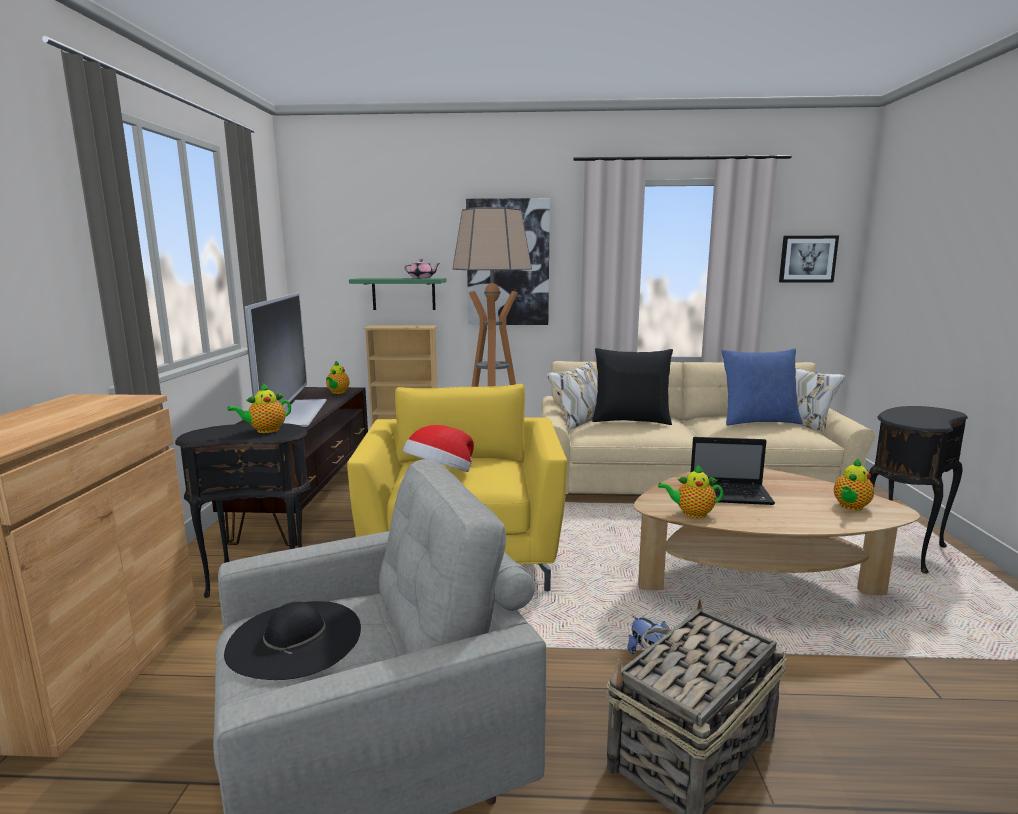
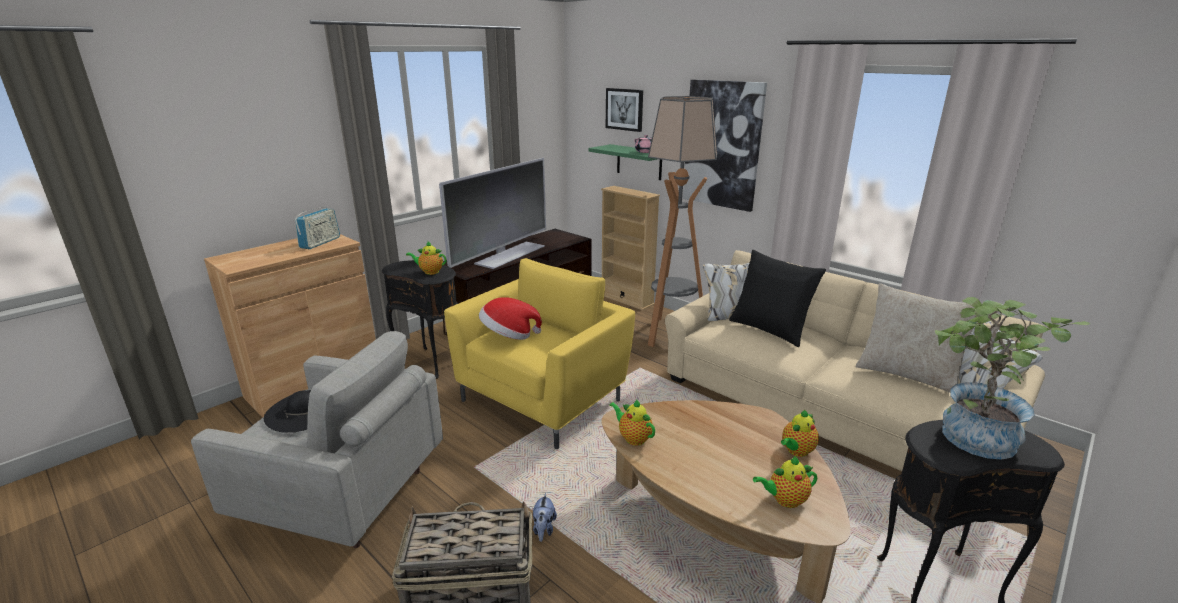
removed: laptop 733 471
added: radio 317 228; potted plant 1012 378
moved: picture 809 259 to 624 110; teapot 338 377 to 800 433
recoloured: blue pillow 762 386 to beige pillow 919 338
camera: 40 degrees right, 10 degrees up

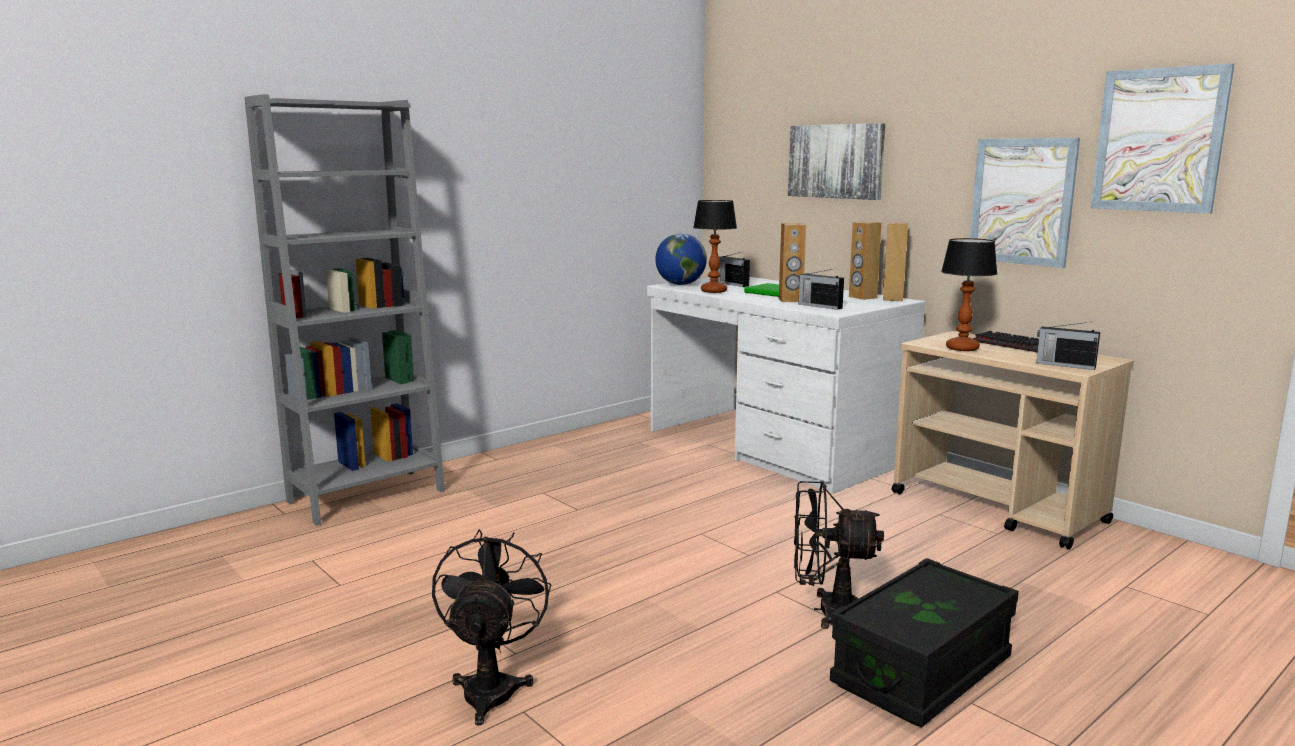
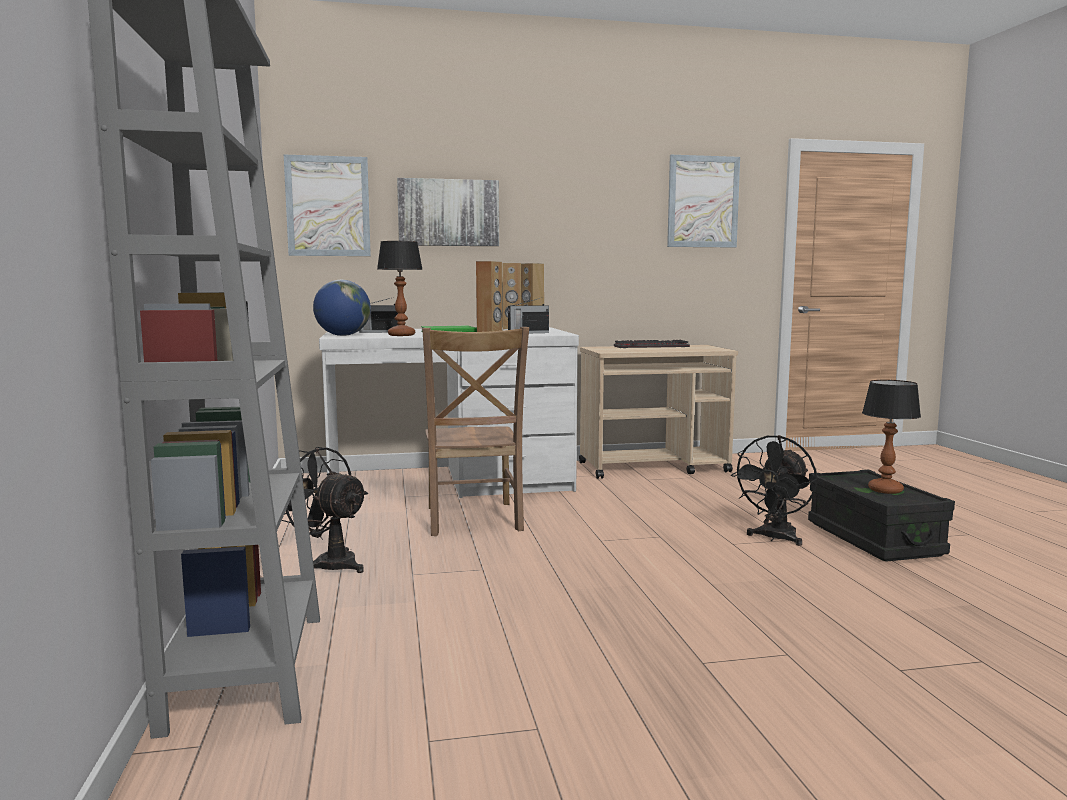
removed: radio 1068 346
added: brown chair 475 431
moved: black fan 491 627 to 325 510; picture 1025 203 to 327 205; table lamp 969 294 to 891 437
camera: 60 degrees left, 5 degrees down

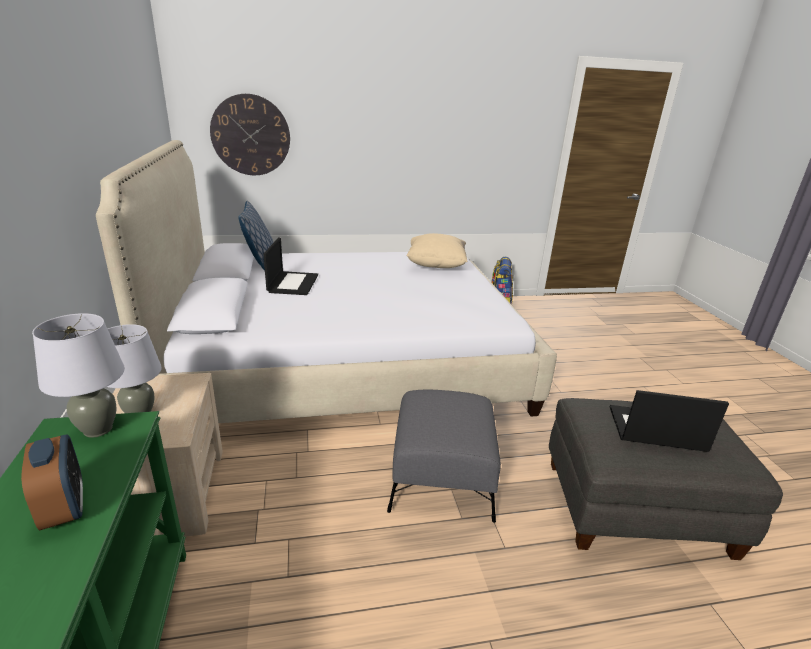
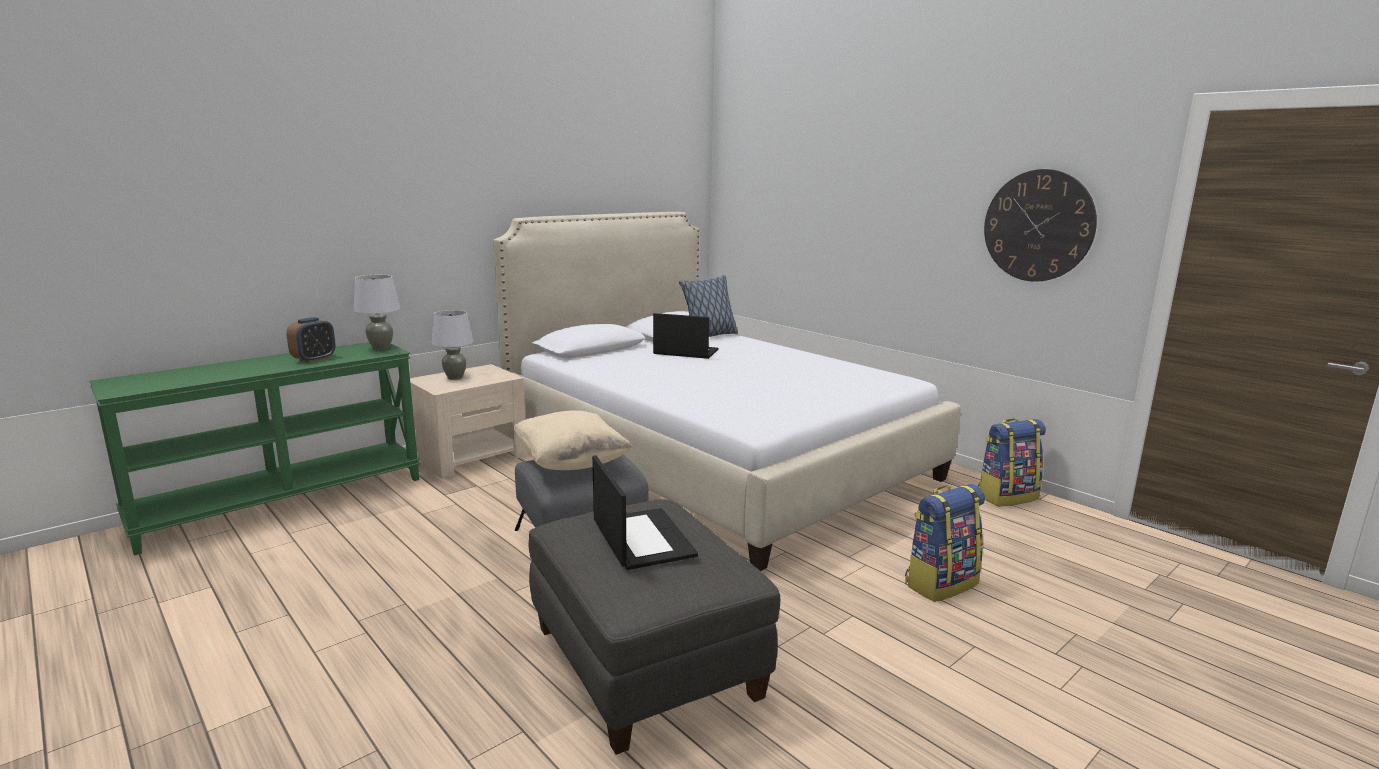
added: backpack 945 543
moved: beige pillow 437 250 to 573 440; wall clock 250 134 to 1040 225
turned: laptop 290 266 = 685 336 135 degrees counterclockwise
camera: 60 degrees right, 10 degrees down

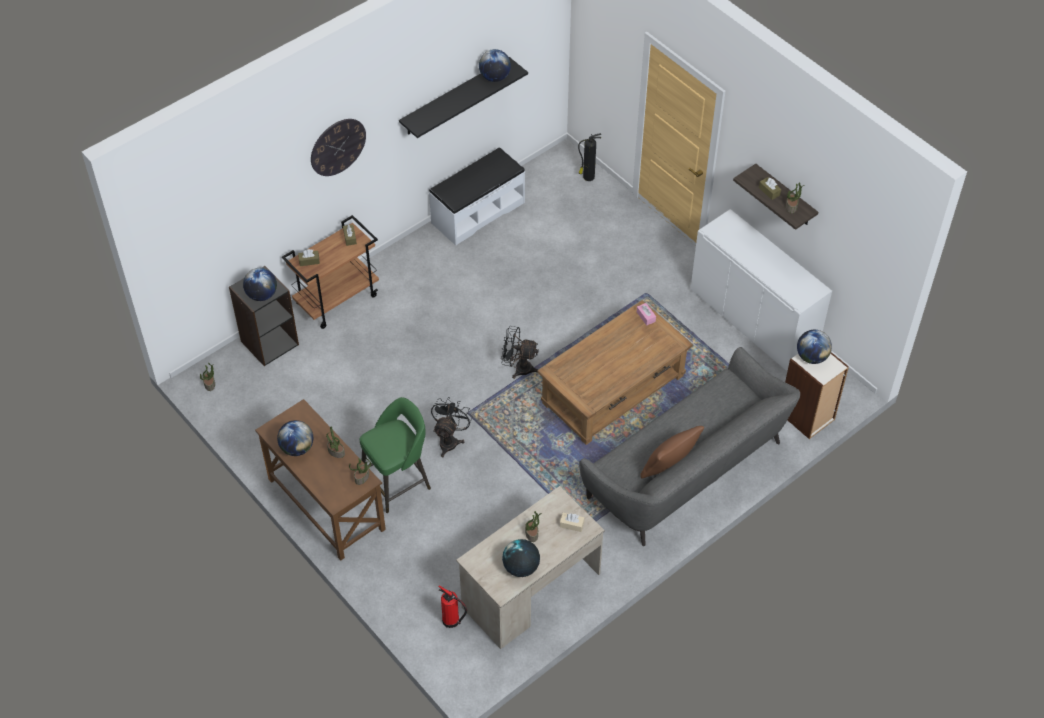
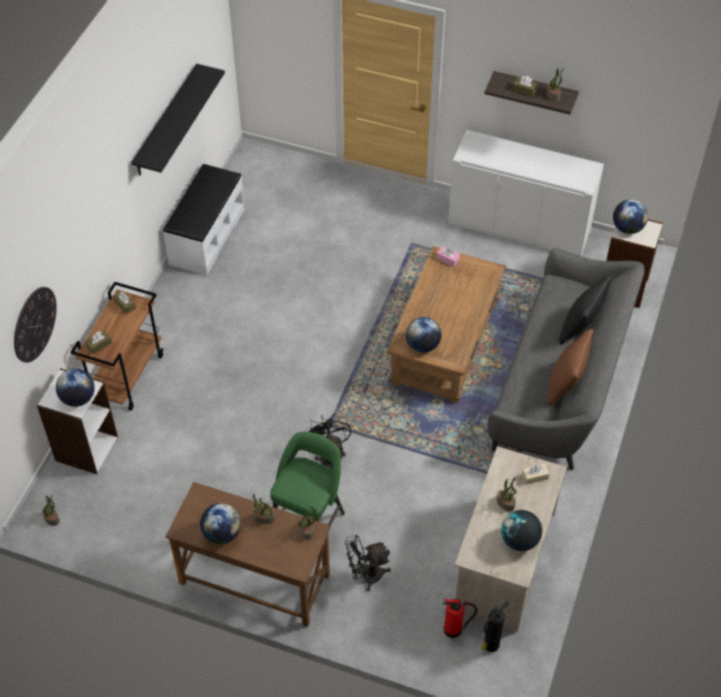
added: black pillow 585 310
moved: wall clock 338 147 to 35 325; black fan 520 352 to 368 563; globe 495 65 to 423 335; fire extinguisher 589 157 to 495 626
recoloured: black bookcase 264 316 to white bookcase 77 421
camera: 30 degrees left, 0 degrees up

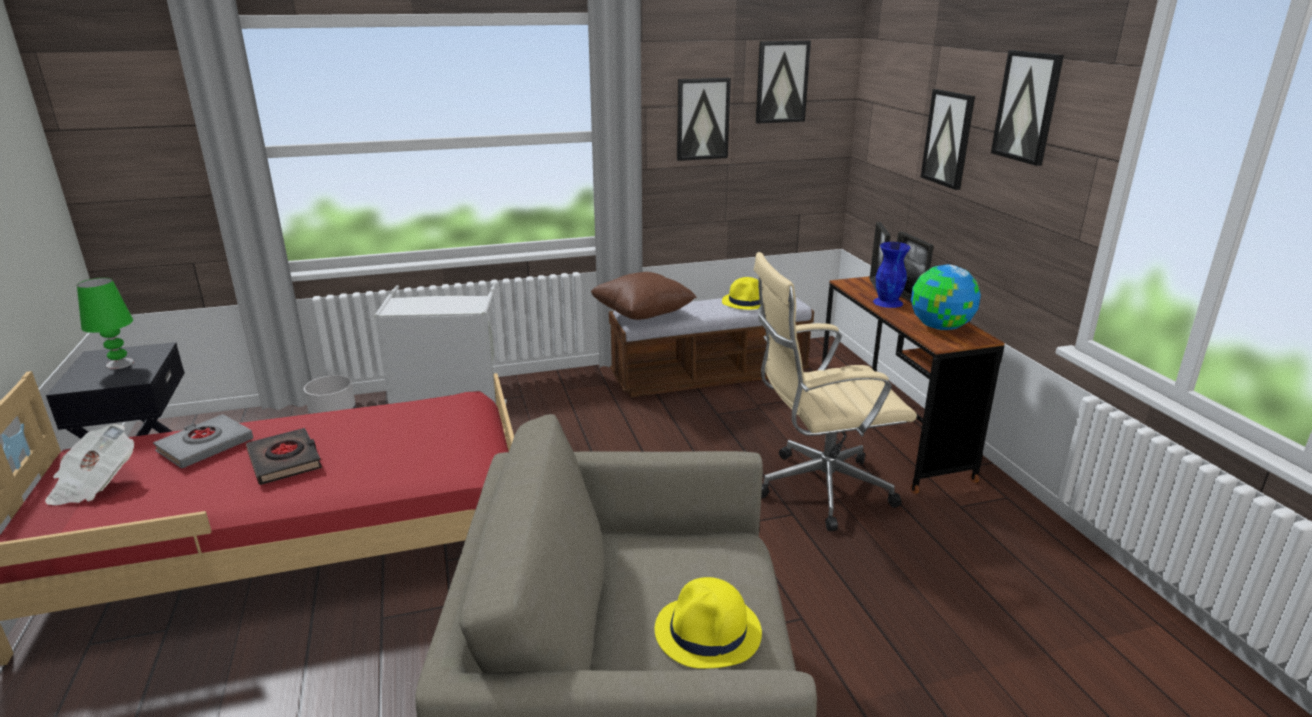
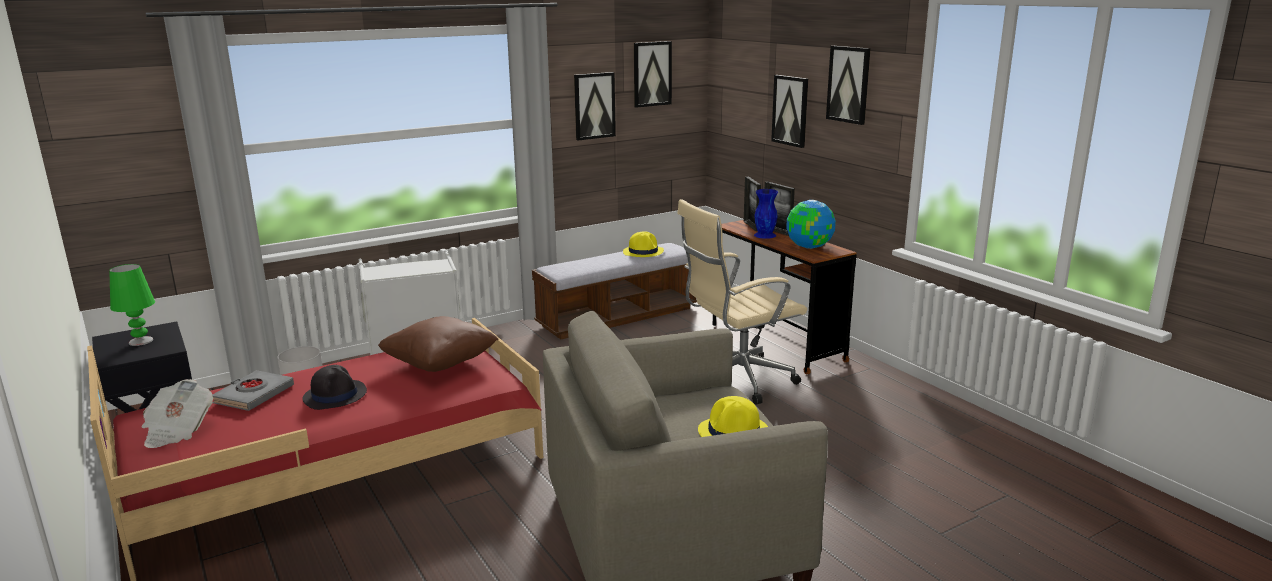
moved: brown pillow 644 296 to 438 344
replaced: black book 284 456 to black hat 335 387
camera: 15 degrees left, 5 degrees down

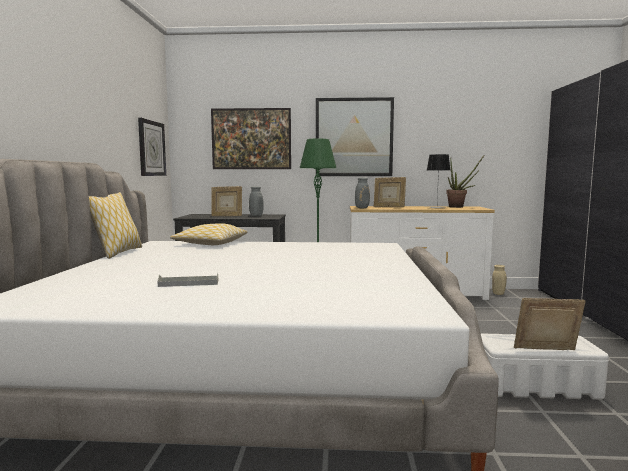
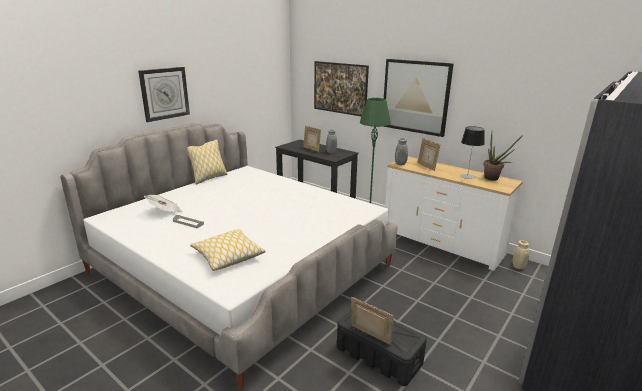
added: newspaper 163 203
moved: wall clock 152 147 to 164 94; pillow 209 234 to 228 250
recoloured: white storage box 545 367 to black storage box 382 348
camera: 35 degrees right, 15 degrees up

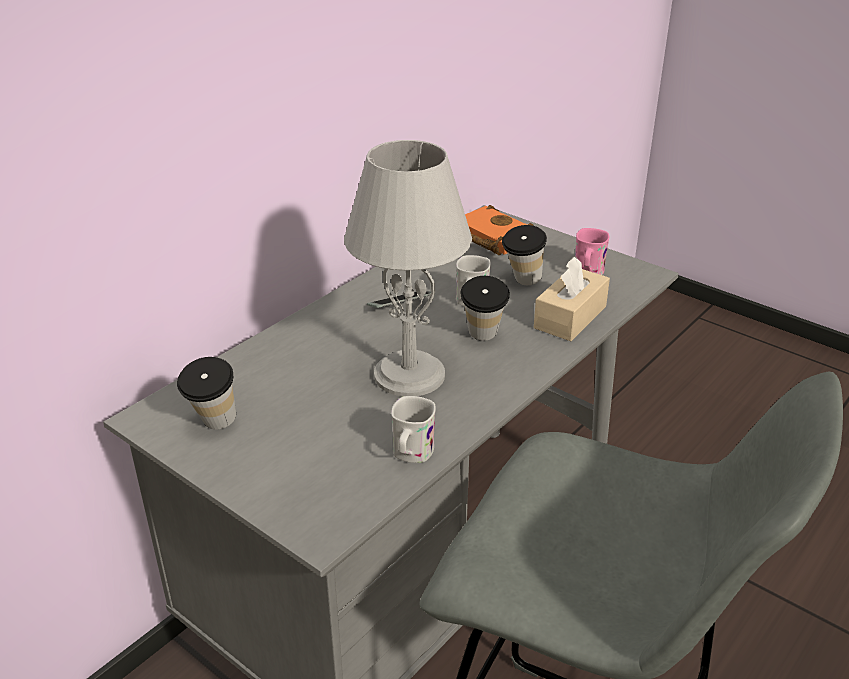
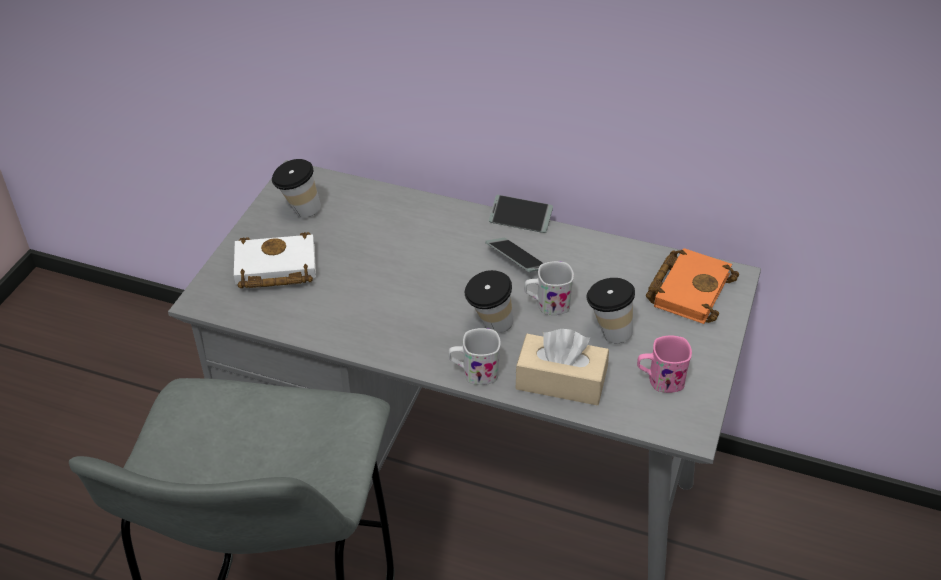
removed: grey table lamp 408 268
added: white book 275 260; phone 521 214
moved: white mug 413 429 to 475 356
camera: 70 degrees right, 10 degrees up

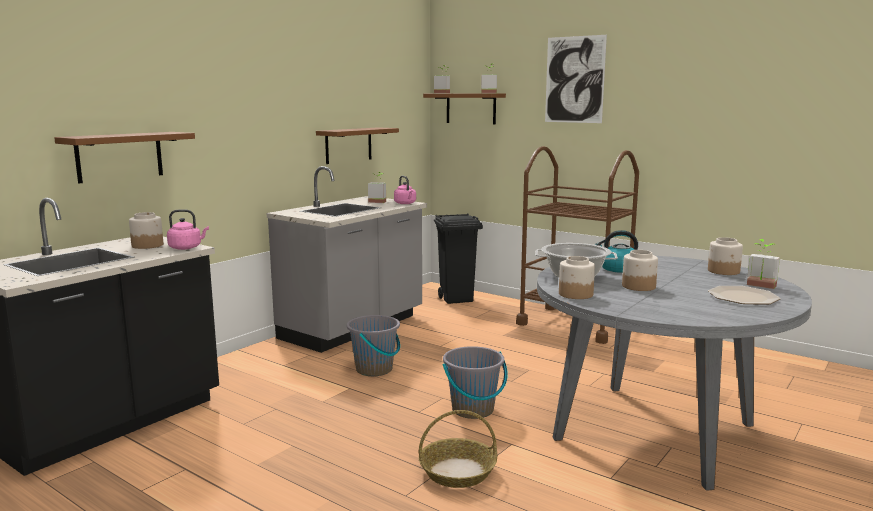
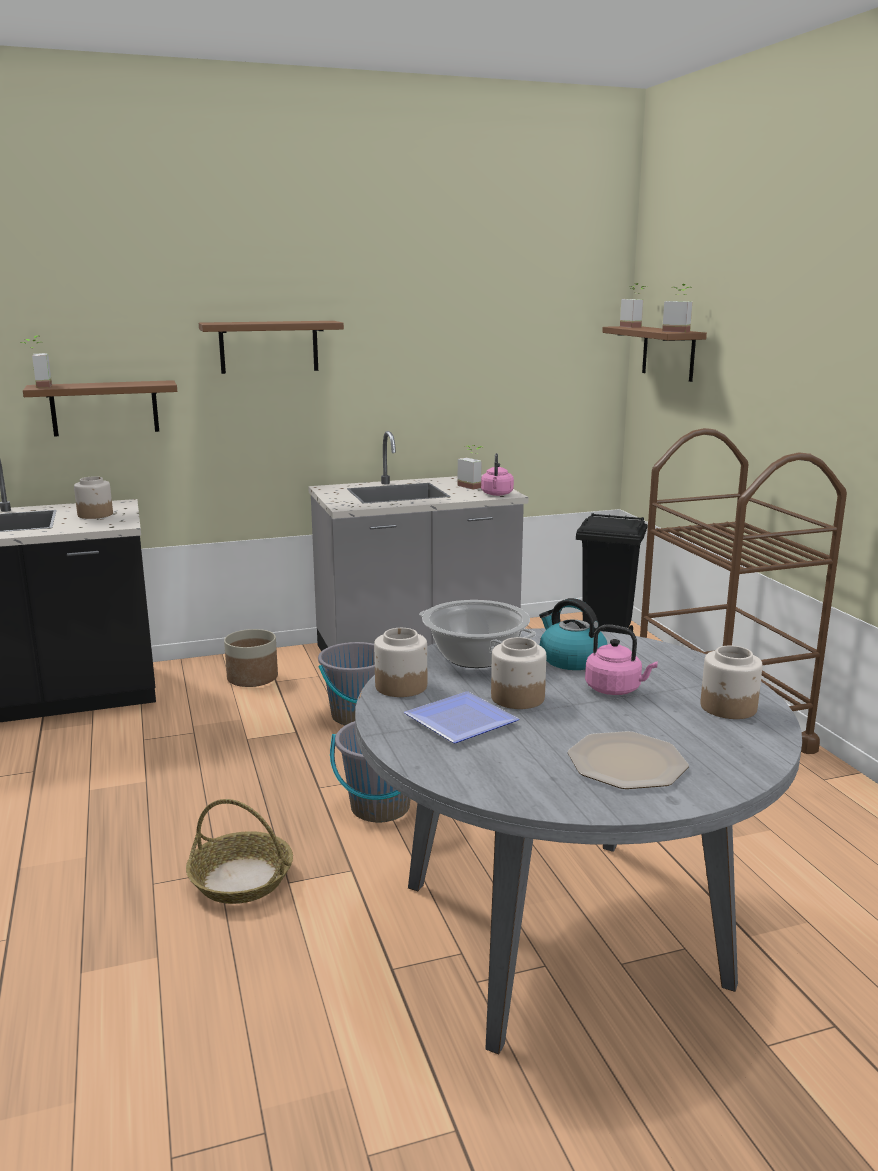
removed: picture 576 79
added: planter 251 658; plate 461 717
moved: potted plant 763 264 to 36 362; brown shelf 357 145 to 271 347; pink kettle 188 229 to 621 659
camera: 35 degrees right, 5 degrees up

